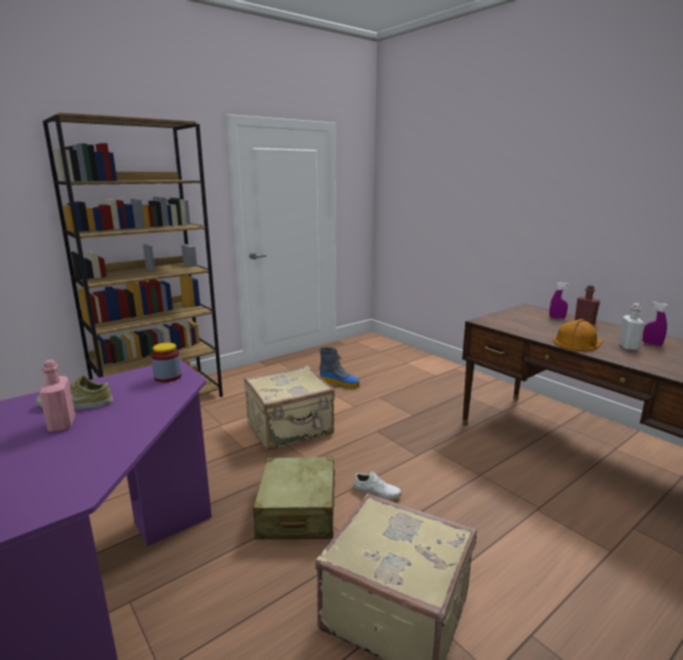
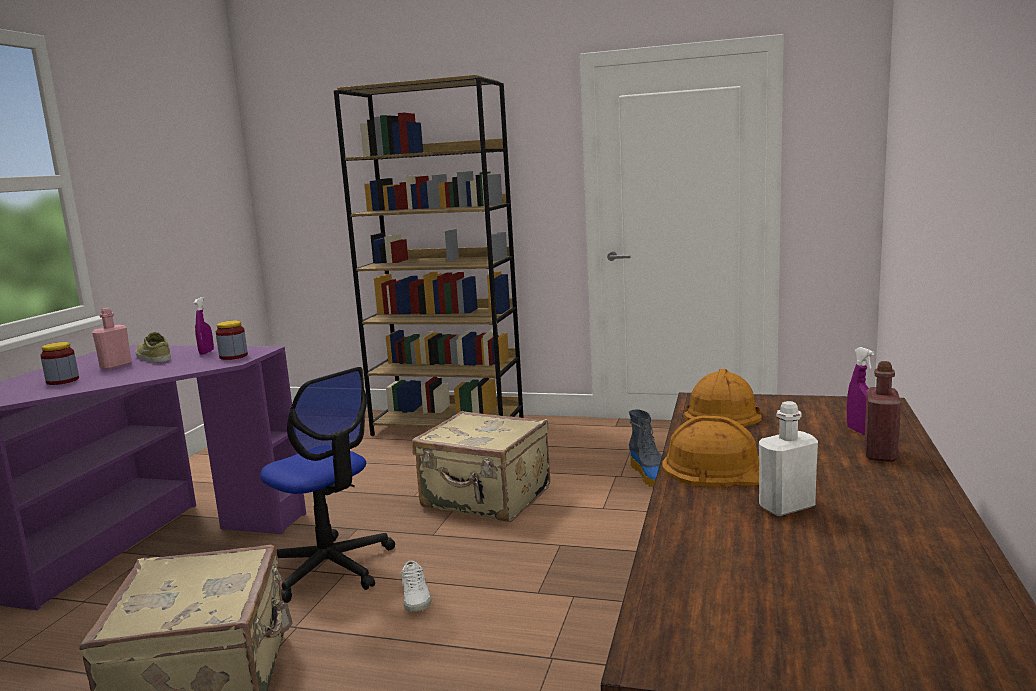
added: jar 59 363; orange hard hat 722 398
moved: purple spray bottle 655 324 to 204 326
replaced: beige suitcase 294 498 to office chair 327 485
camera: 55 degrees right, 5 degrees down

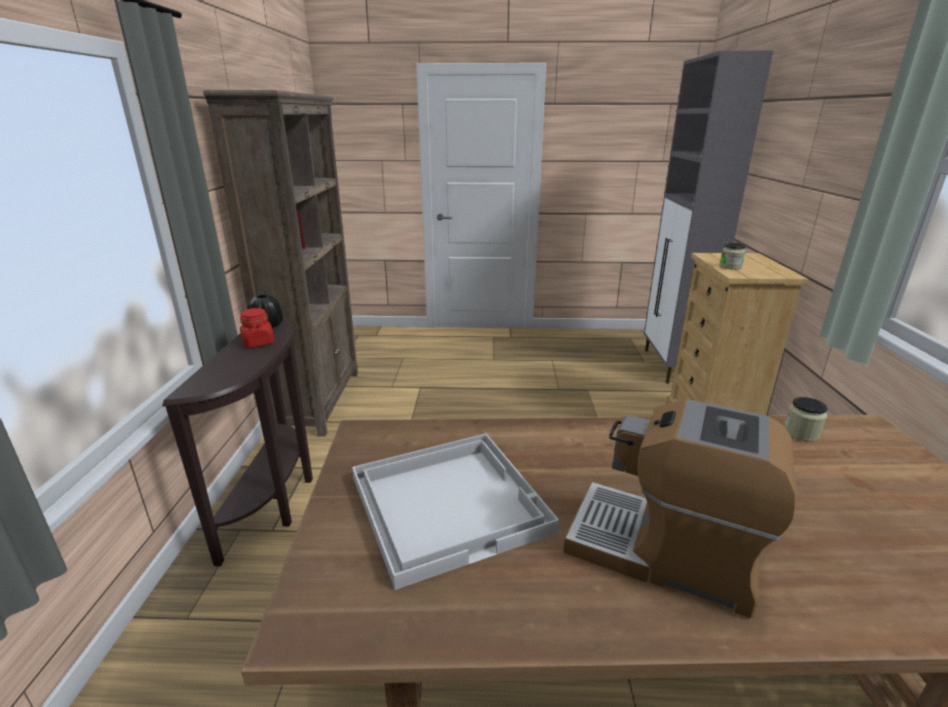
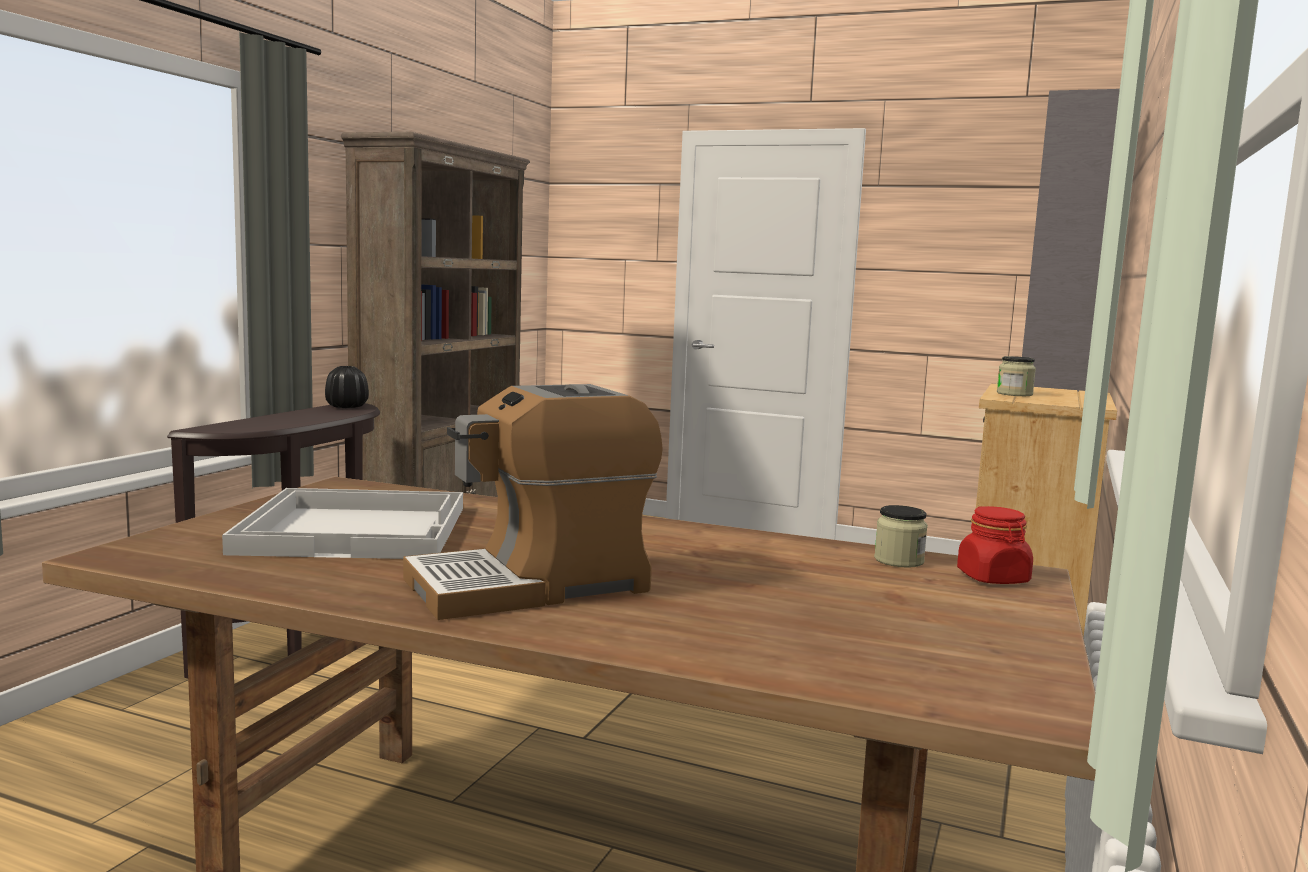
moved: red jar 257 328 to 995 545
turned: coffee machine 679 508 = 533 502 75 degrees counterclockwise
camera: 20 degrees right, 15 degrees down

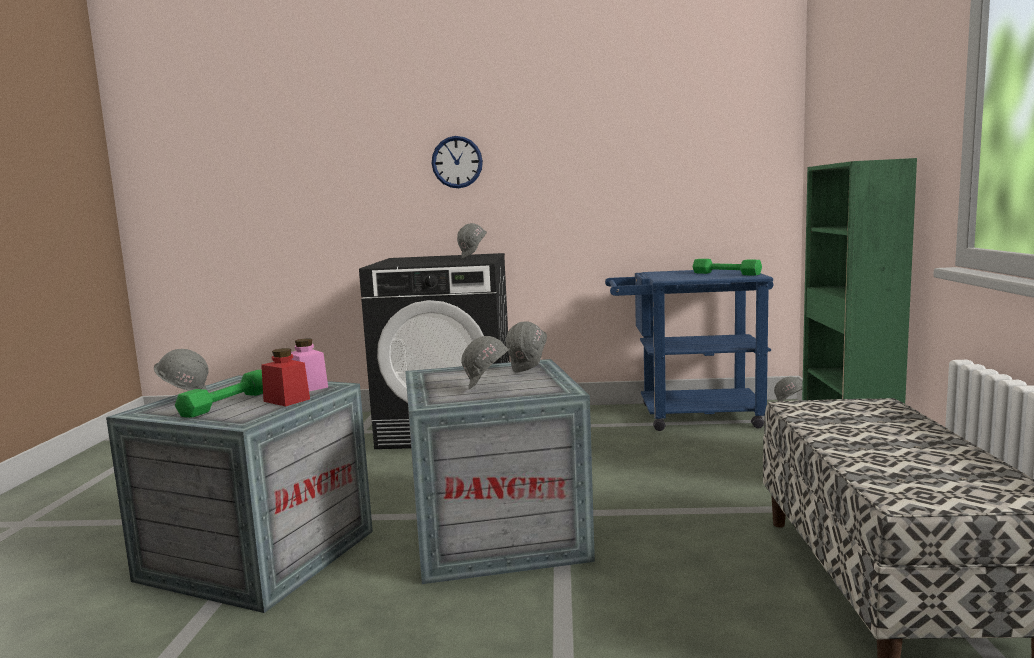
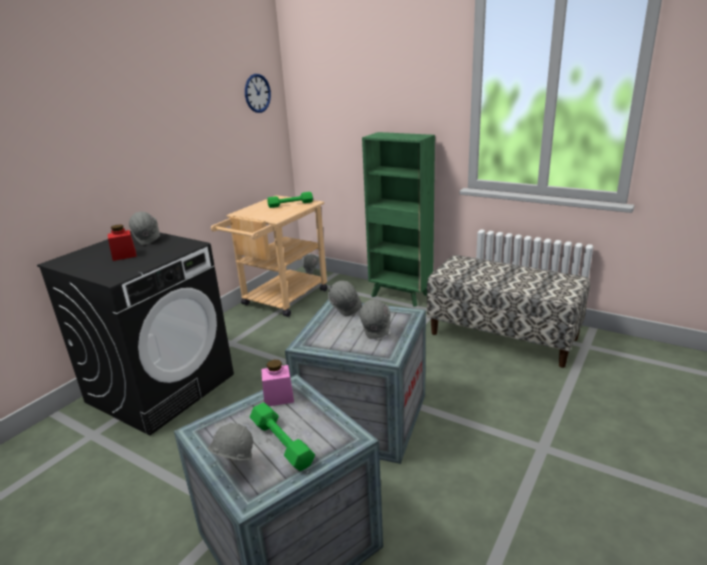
moved: red jar 285 377 to 122 243; wall clock 457 162 to 258 93
recoloured: blue cart 689 350 to beige cart 269 256
camera: 60 degrees left, 15 degrees up

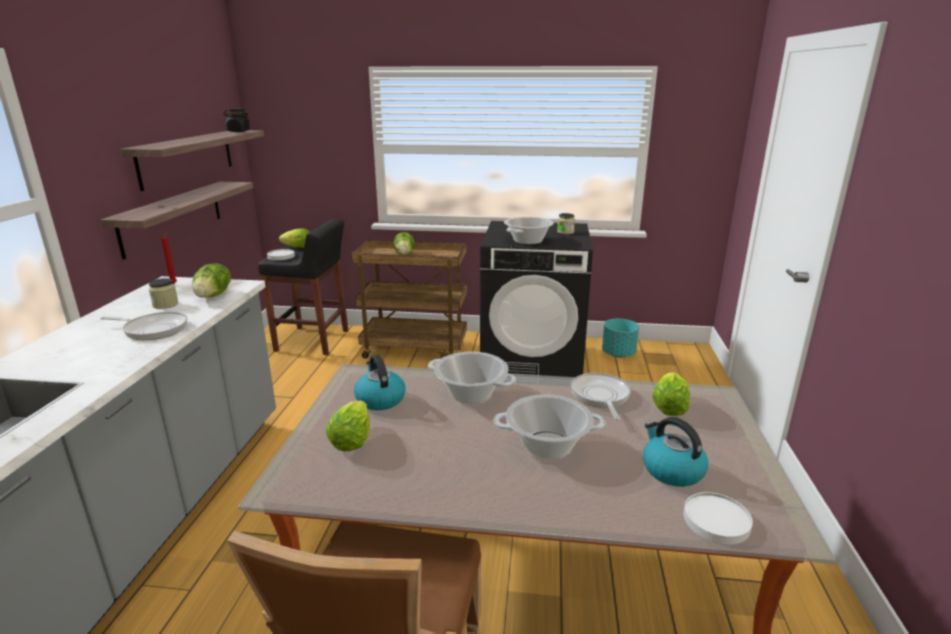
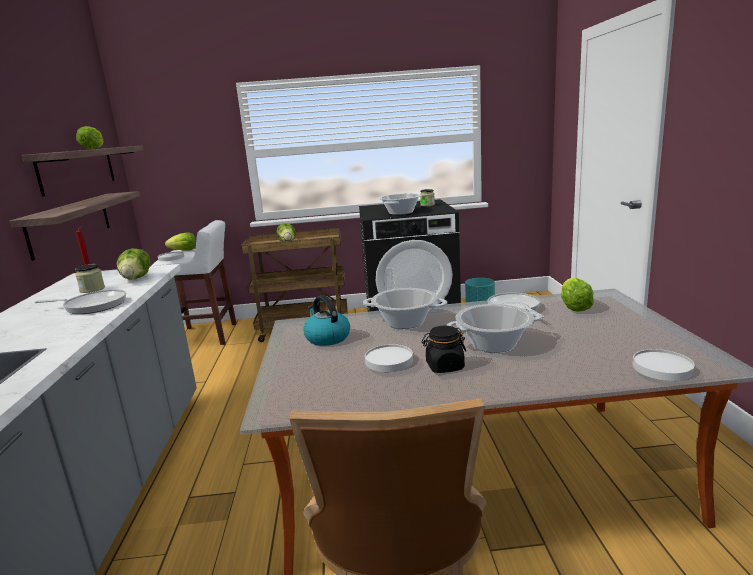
removed: kettle 675 452
added: white plate 389 358
moved: lettuce 348 425 to 90 137; black jar 236 120 to 444 349
recoloured: black stool 303 286 to white stool 194 282
camera: 10 degrees left, 5 degrees down

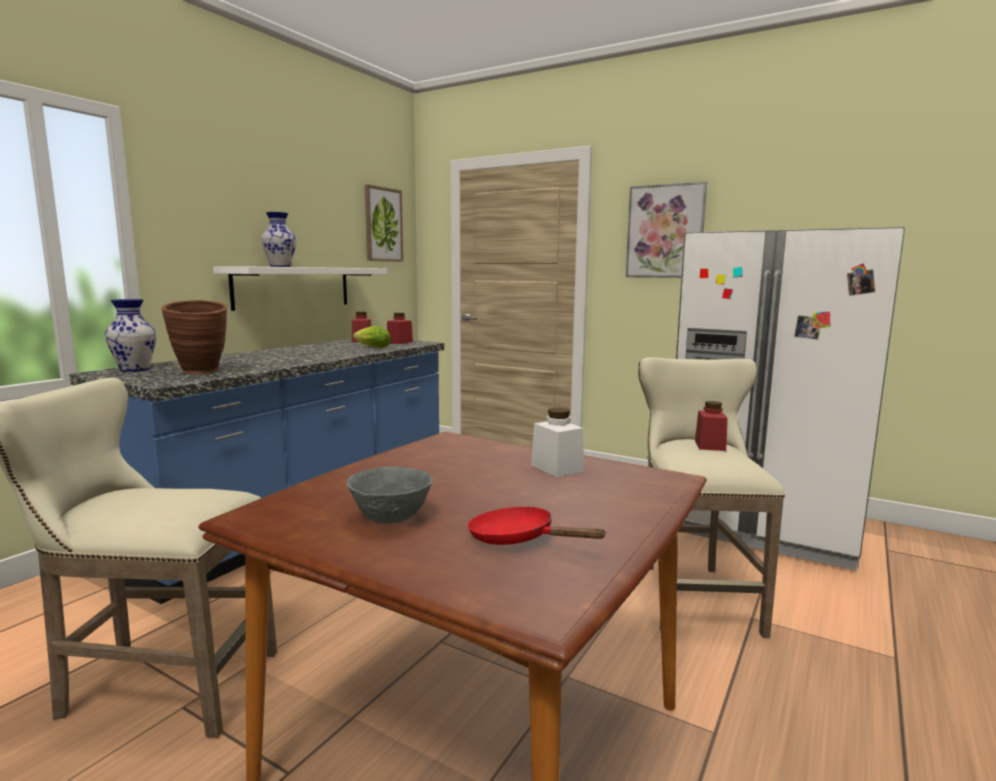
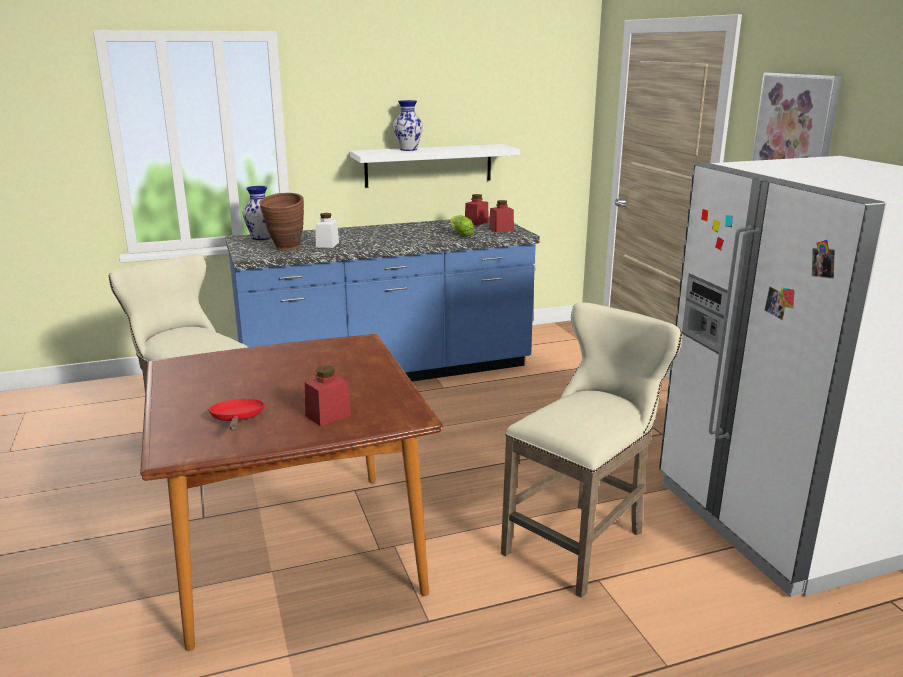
removed: grey bowl 390 495; picture 384 223
moved: red jar 711 426 to 328 396; white jar 557 442 to 327 230
camera: 40 degrees right, 10 degrees up

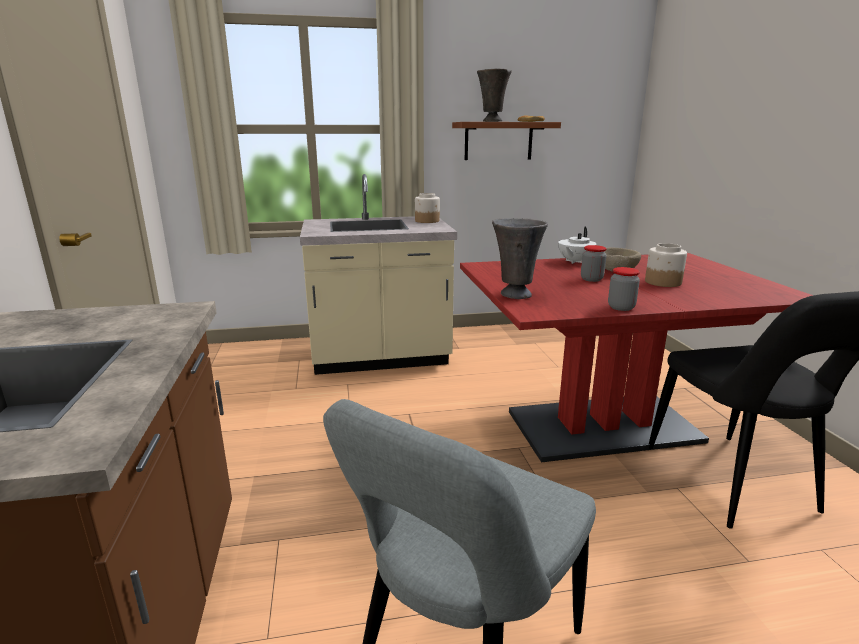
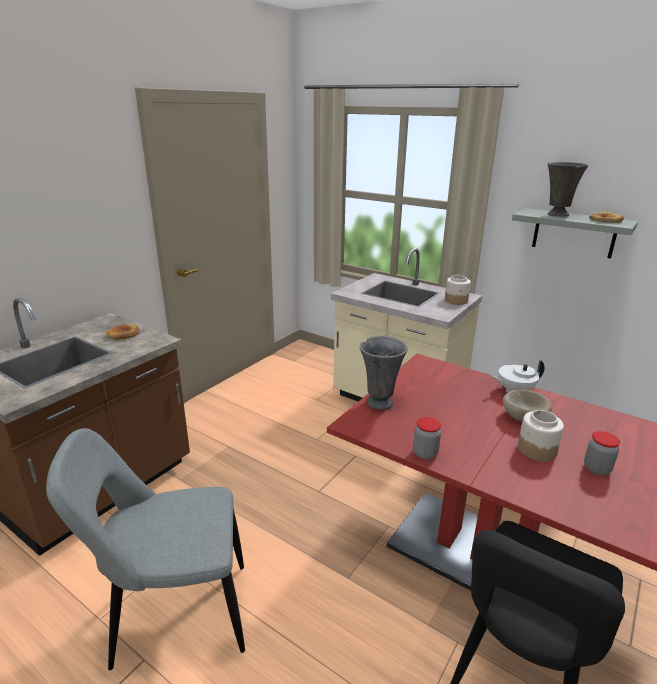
added: bread 123 332
moved: jar 594 263 to 602 453
recoloured: brown shelf 506 141 to grey shelf 575 233
camera: 45 degrees right, 5 degrees up

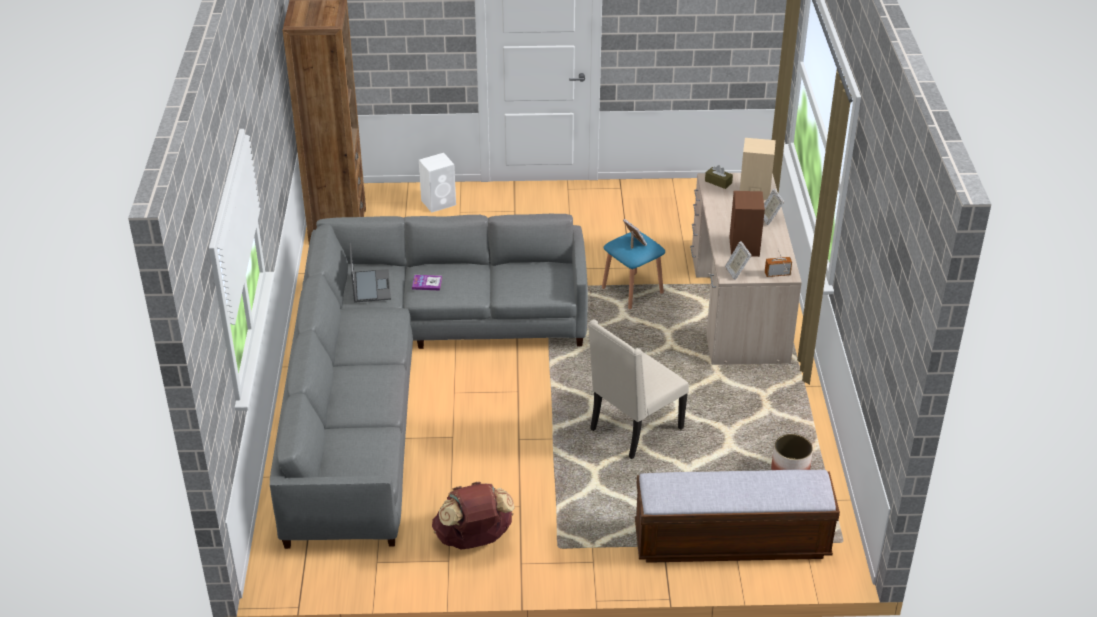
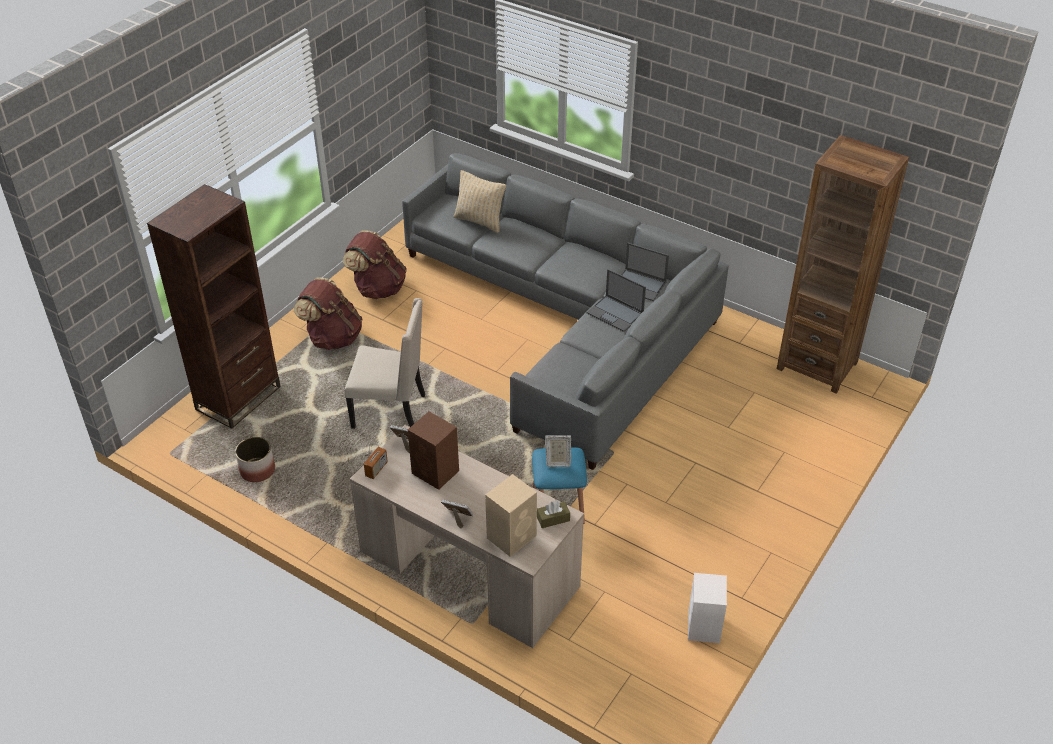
added: brown backpack 328 313; beige pillow 480 201
moved: white speaker 437 183 to 707 608
replaced: bench 737 516 to brown bookcase 214 306; book 427 282 to laptop 616 300
turned: beige chair 638 389 = 384 363 105 degrees clockwise
camera: 125 degrees right, 5 degrees up

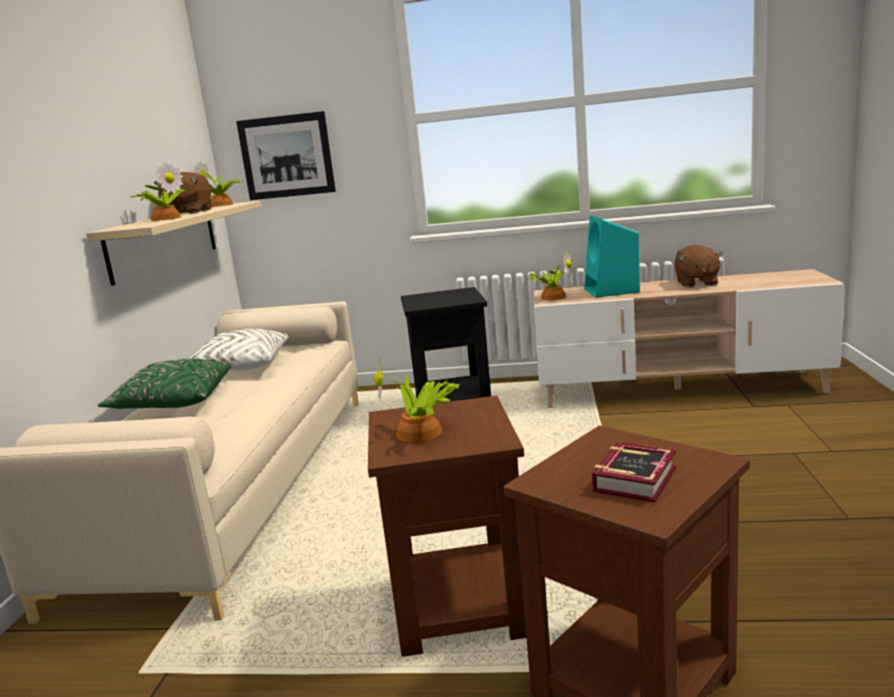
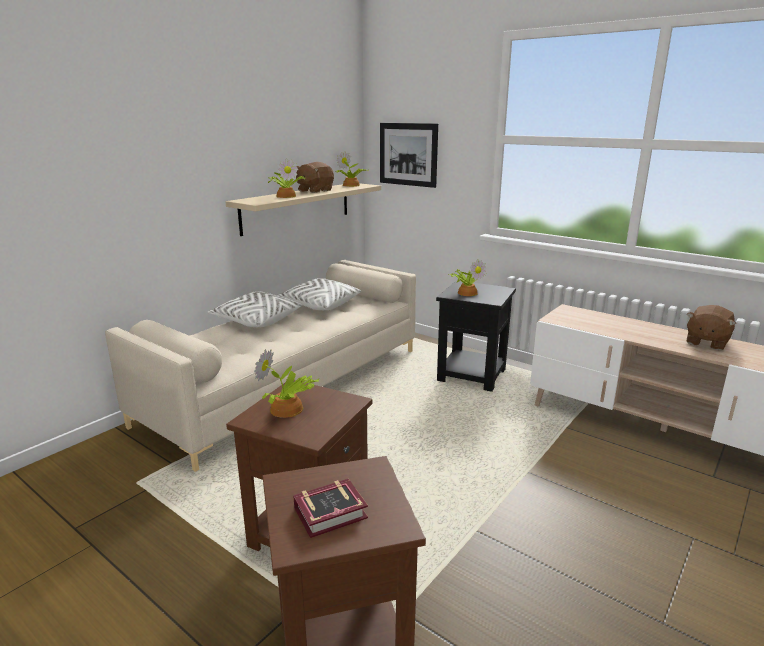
removed: turquoise speaker 612 256
moved: potted plant 550 275 to 467 277
recoloured: green pillow 165 383 to white pillow 255 309
camera: 30 degrees right, 5 degrees up

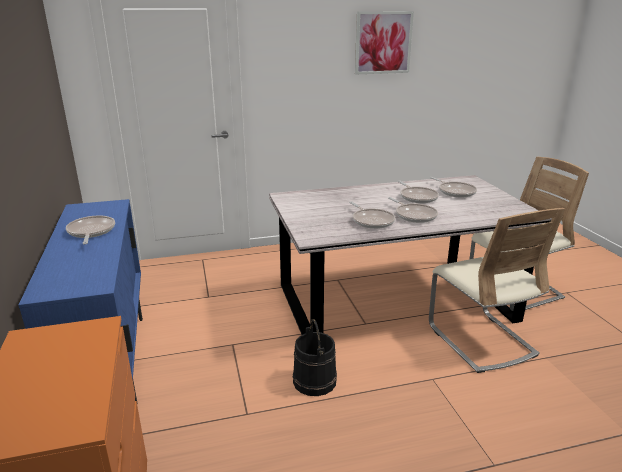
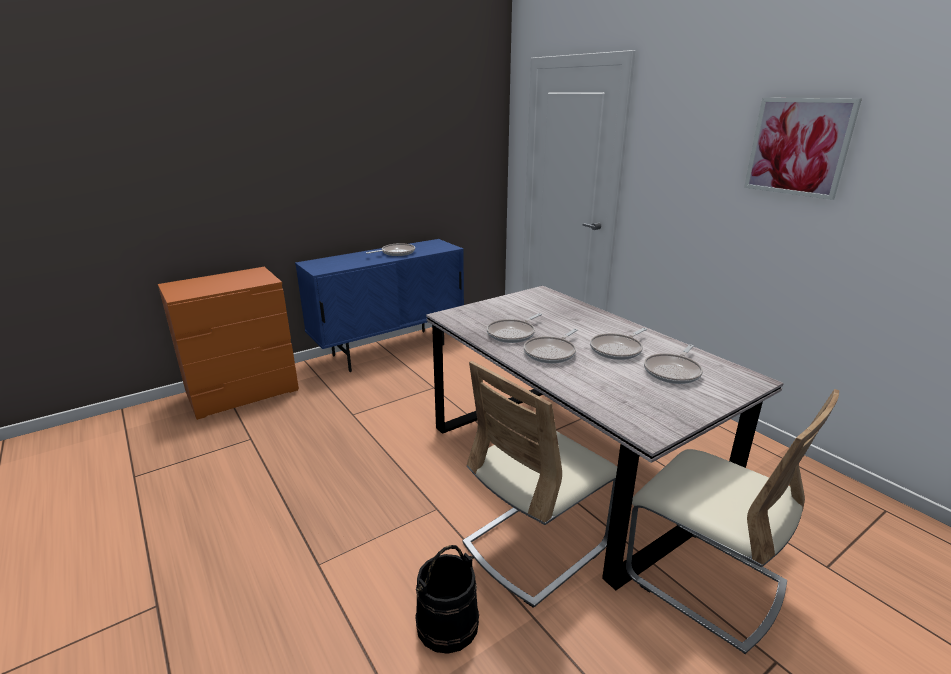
moved: black bucket 315 357 to 447 599
camera: 70 degrees right, 0 degrees up

